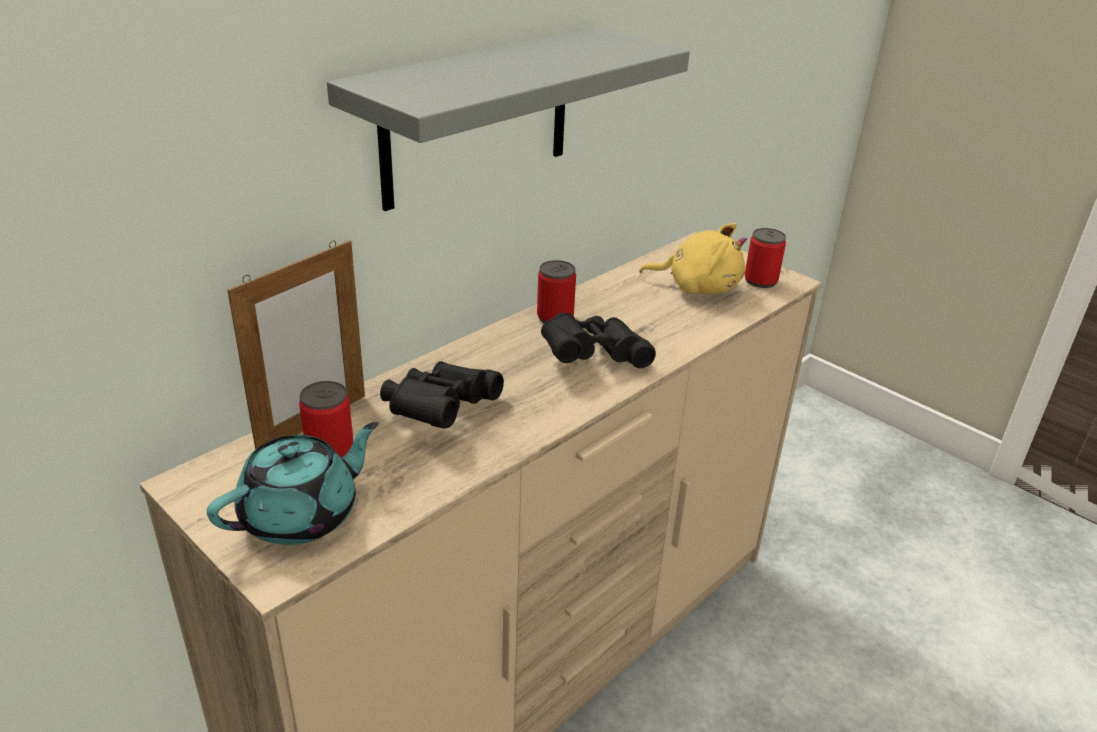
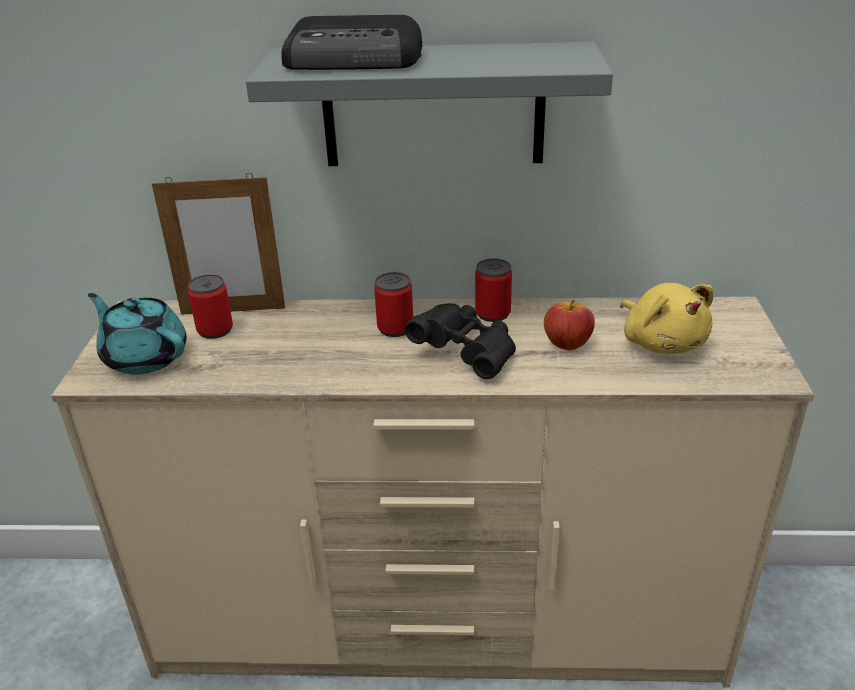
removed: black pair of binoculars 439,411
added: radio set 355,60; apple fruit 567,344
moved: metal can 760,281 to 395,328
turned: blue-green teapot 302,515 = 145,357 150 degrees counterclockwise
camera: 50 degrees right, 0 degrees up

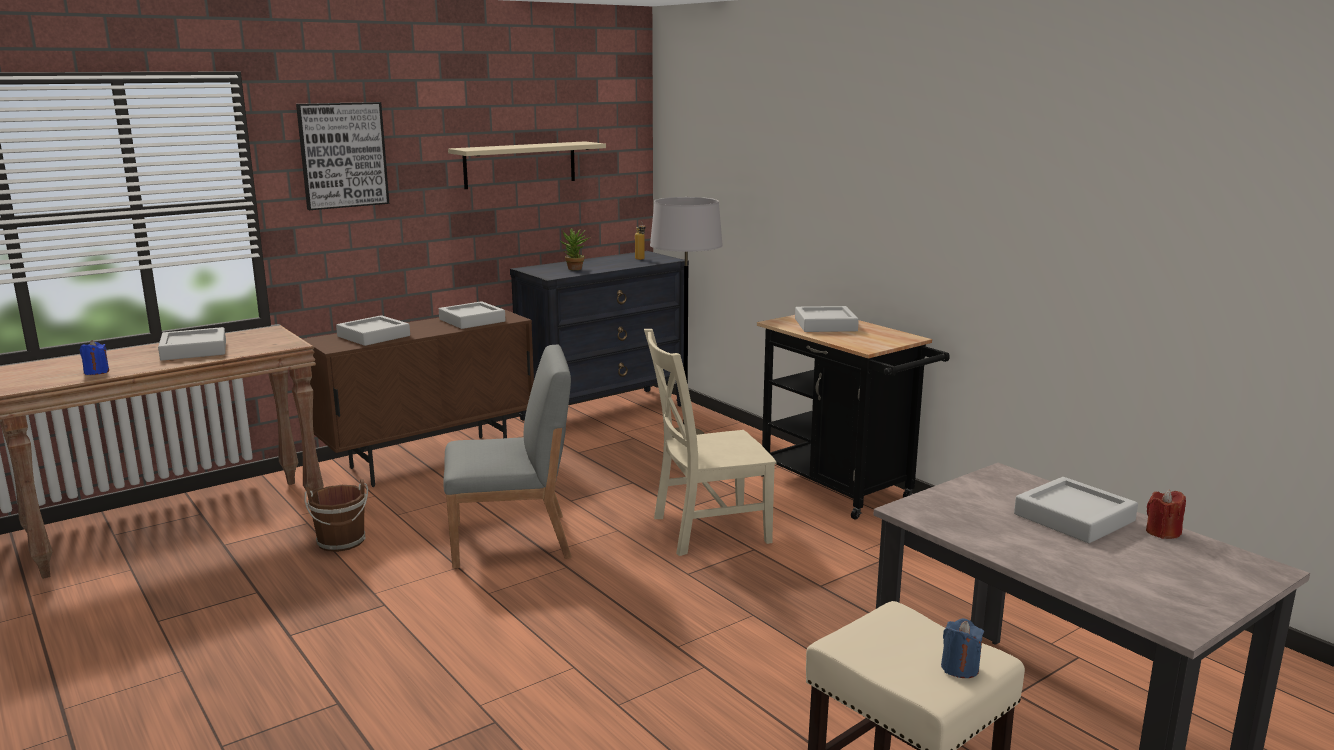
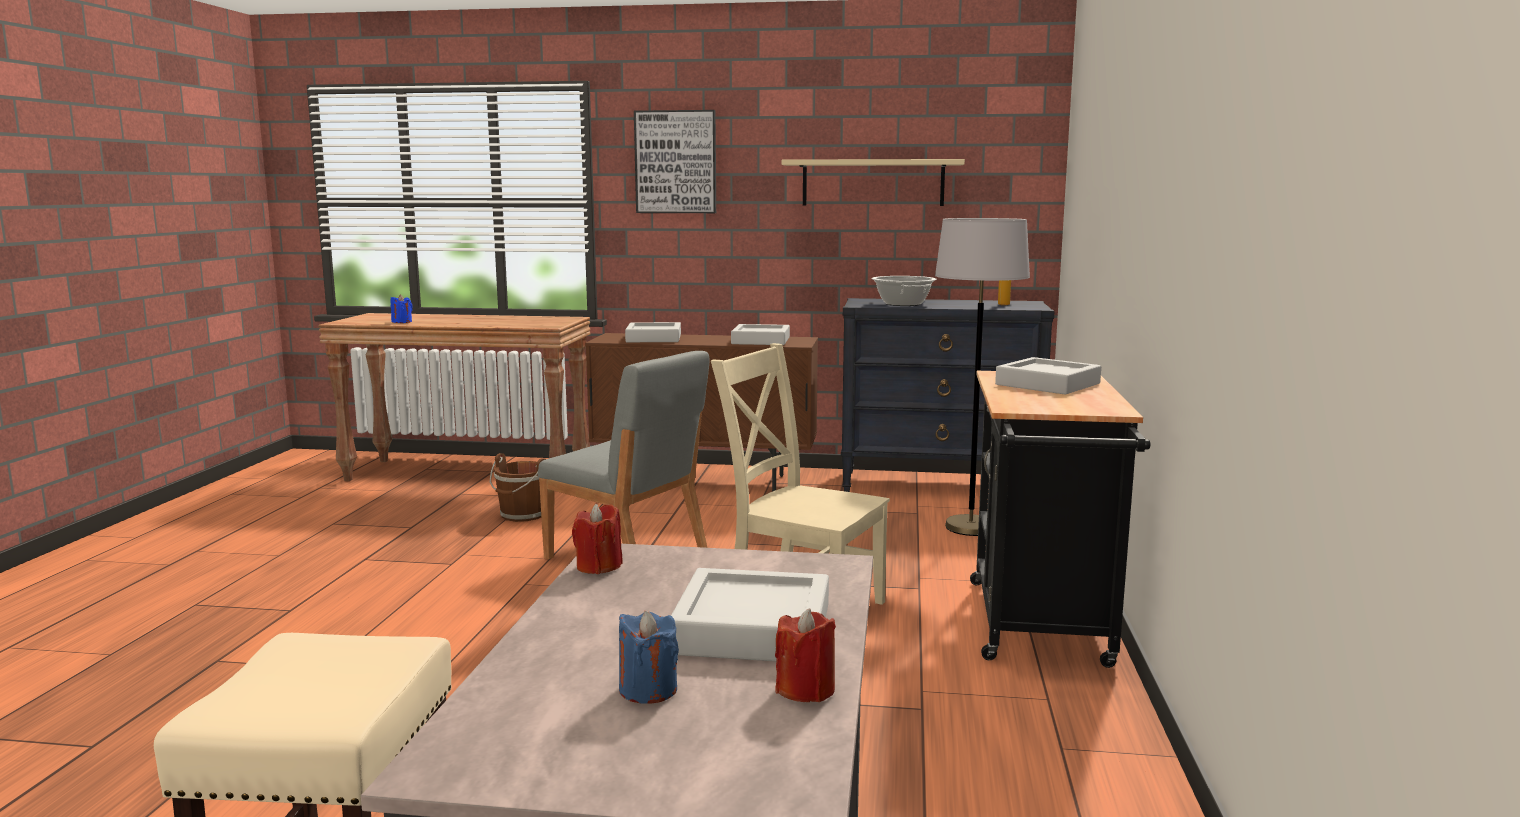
removed: gray tray 194,350
added: red wax candle 598,566
moved: blue-coloured wax candle 960,668 to 648,690
replaced: plant in a pot 575,269 to stockpot 902,304
camera: 45 degrees right, 5 degrees down

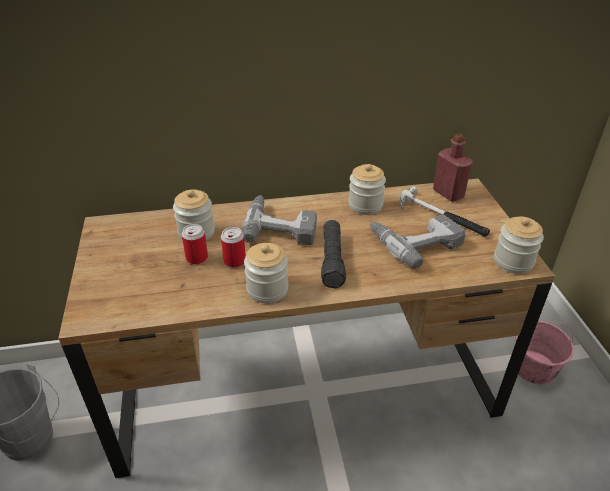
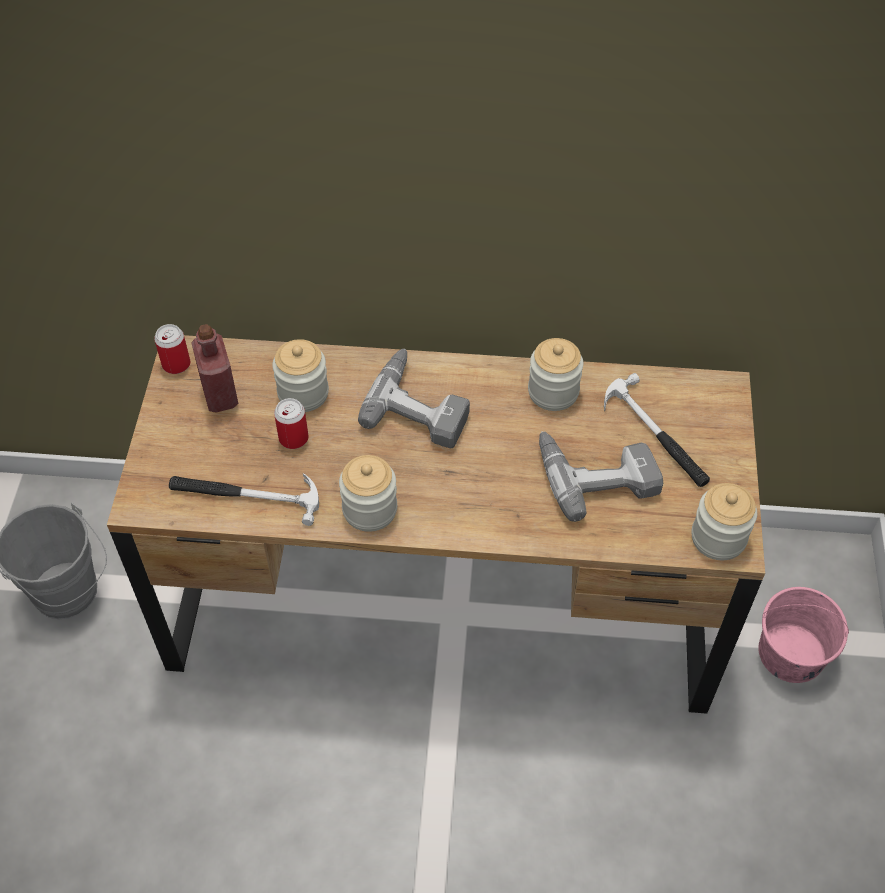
removed: black torch 332,260
added: hammer 245,495
moved: red beverage bottle 448,193 to 220,395; metal can 234,261 to 176,364
camera: 15 degrees right, 15 degrees up

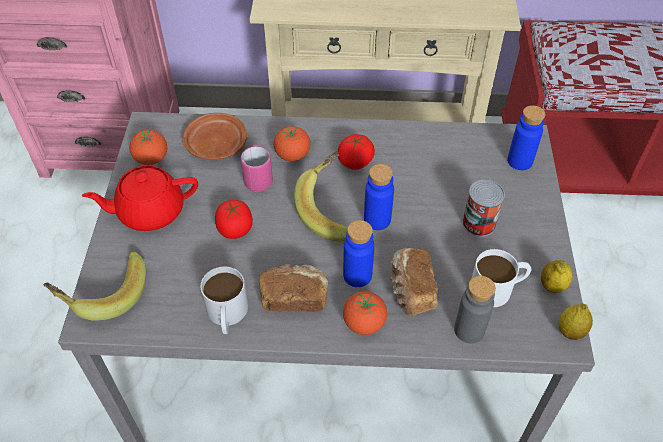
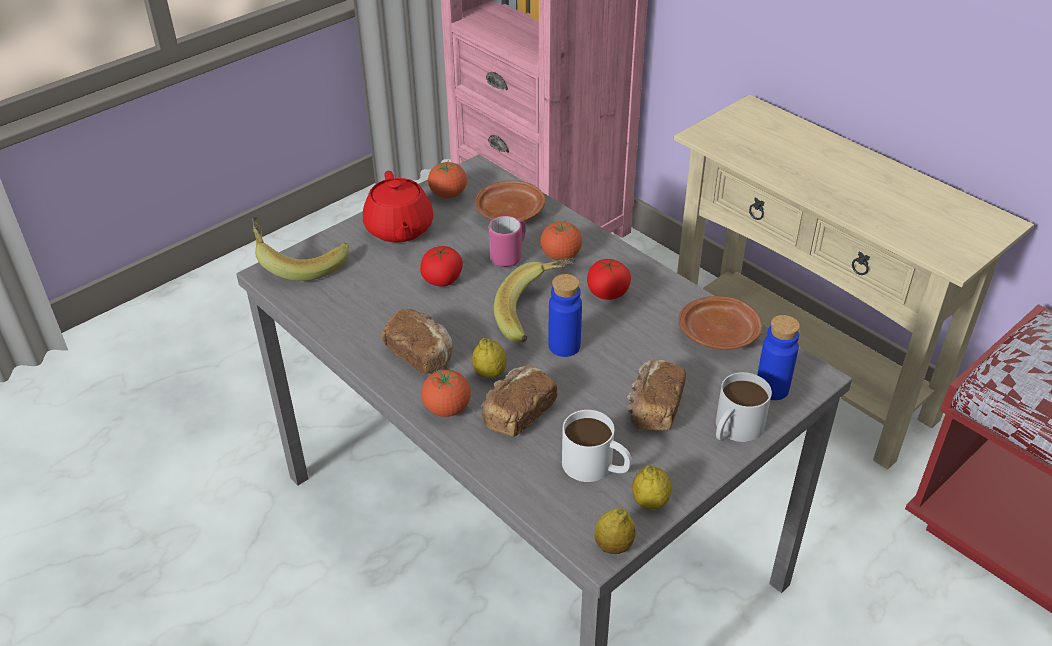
removed: gray beverage bottle 469,330
added: brown-coloured plate 719,334
moved: white mug 227,315 to 734,429
replaced: metal can 479,223 to bread 653,408; blue-coloured beverage bottle 357,275 to lemon 490,373
turned: red teapot 150,211 = 399,229 135 degrees counterclockwise
camera: 45 degrees right, 10 degrees down

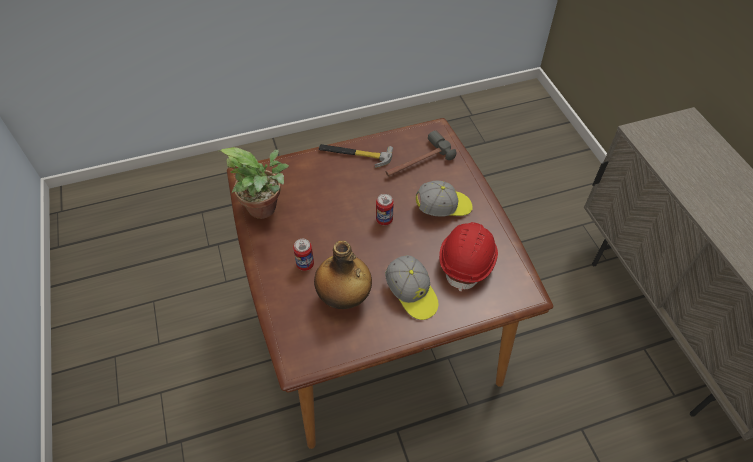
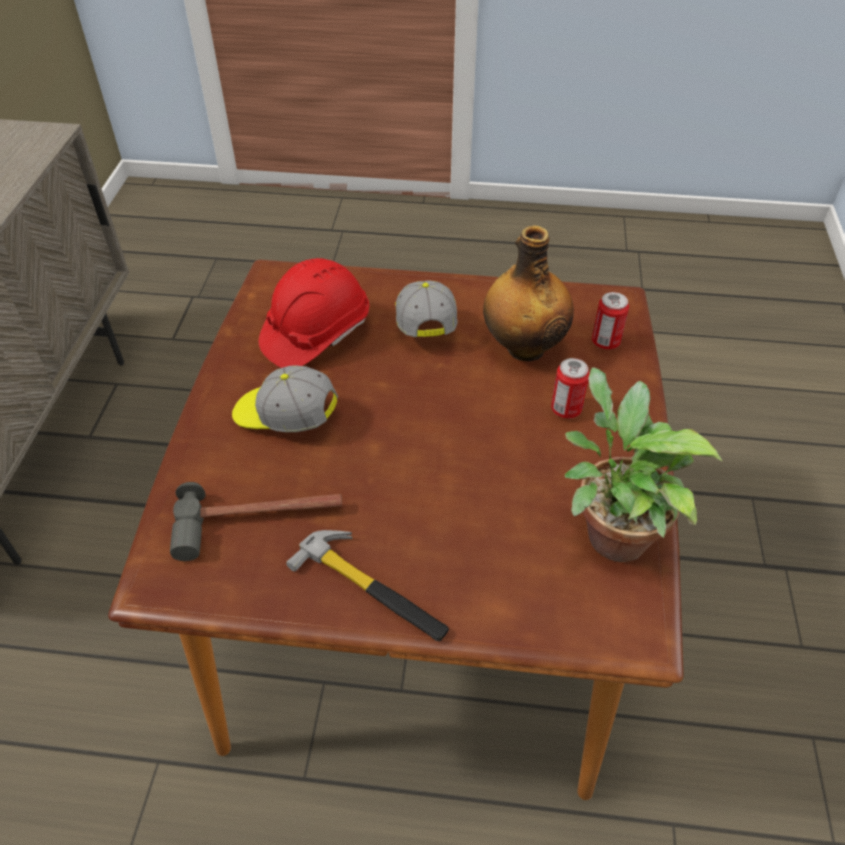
moved: metal can 384,220 to 605,342
camera: 155 degrees left, 5 degrees down

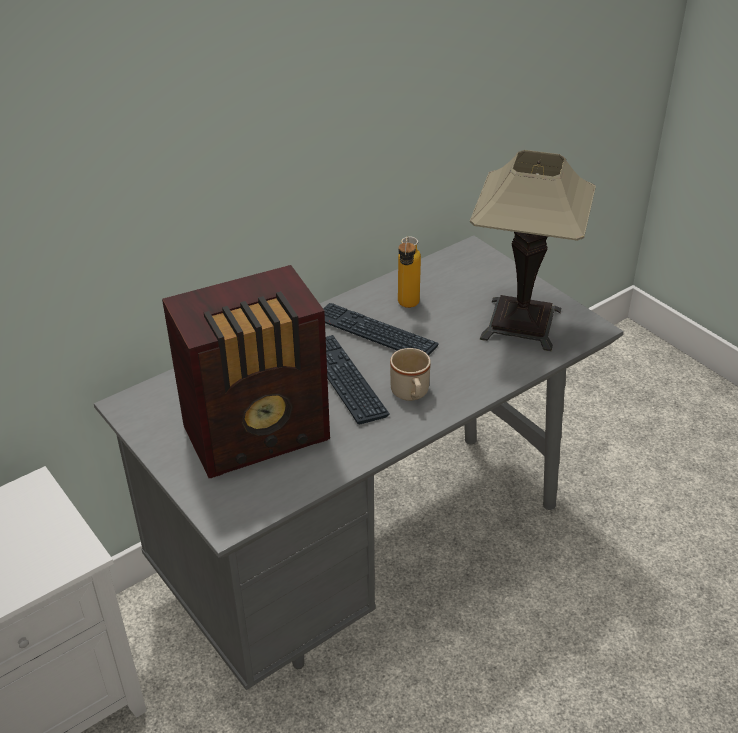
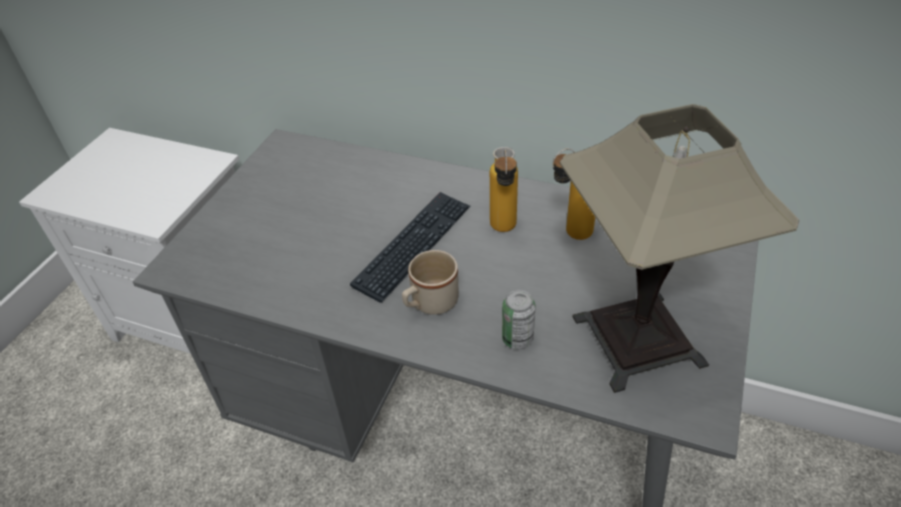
removed: radio set 260,435
added: metal can 517,339
replaced: PC keyboard 374,333 to beverage bottle 503,232
camera: 60 degrees right, 5 degrees up

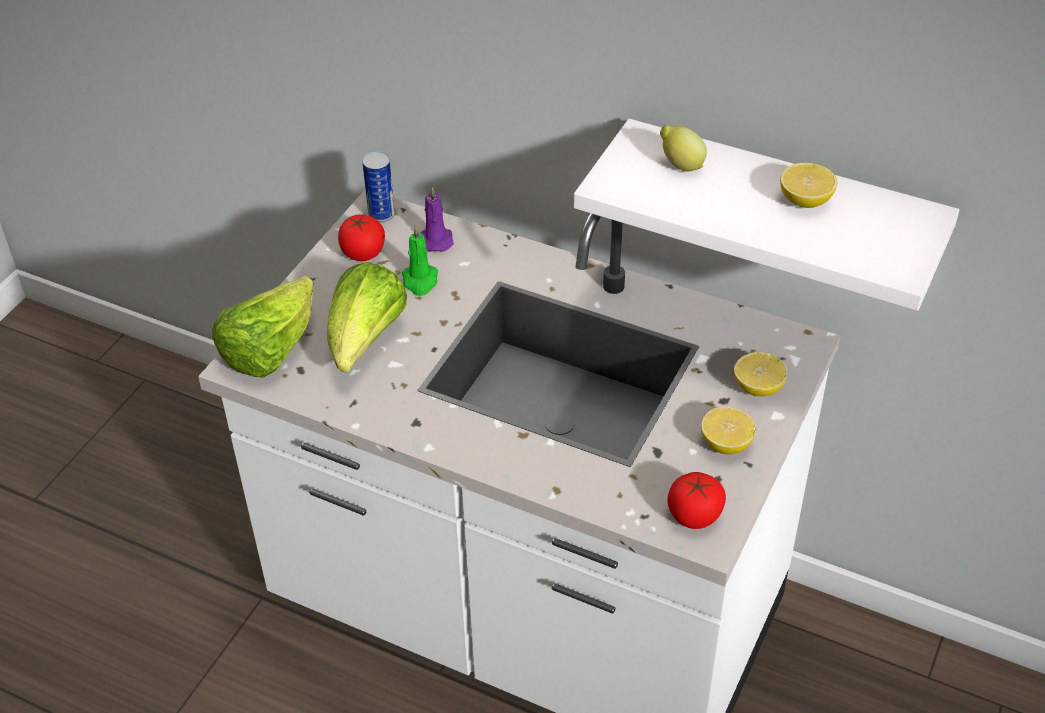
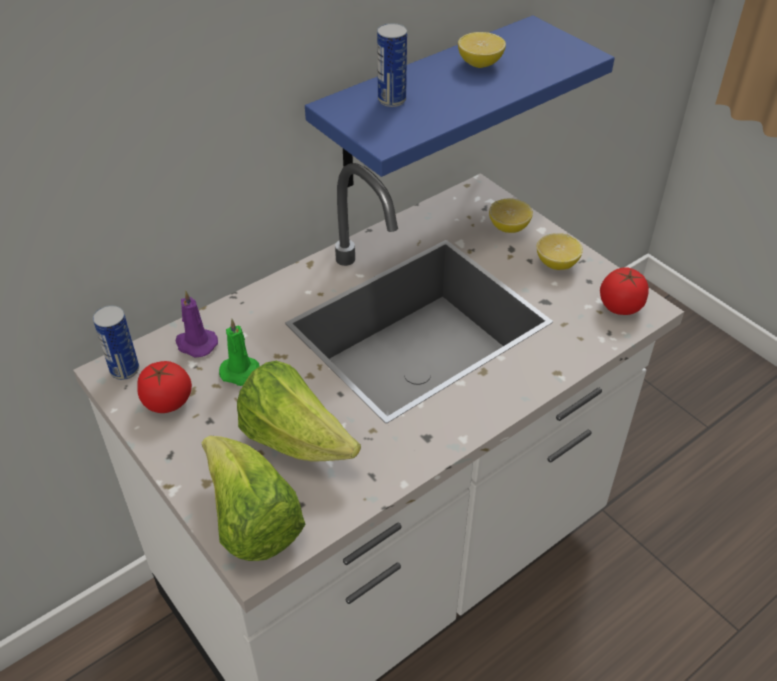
replaced: lemon 680,165 to metal can 391,100
recoloured: white wall shelf 780,211 to blue-coloured wall shelf 424,105
camera: 65 degrees left, 0 degrees up

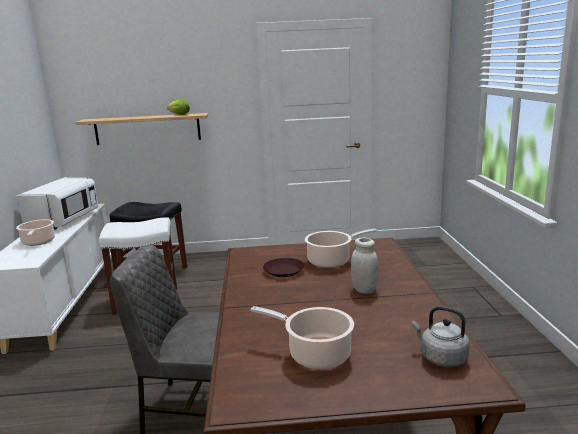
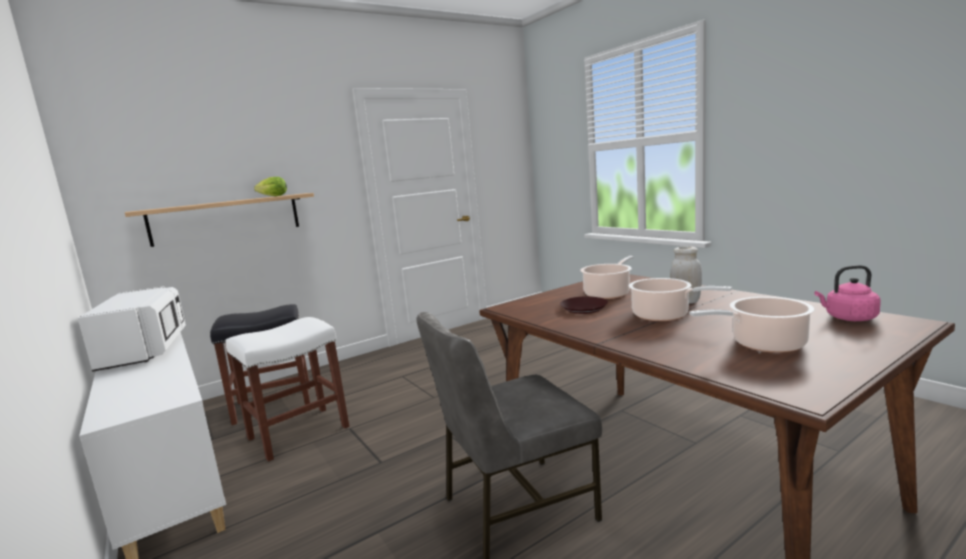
moved: stockpot 38,242 to 664,316
recoloured: gray kettle 441,358 to pinkish kettle 848,318
camera: 30 degrees left, 5 degrees down

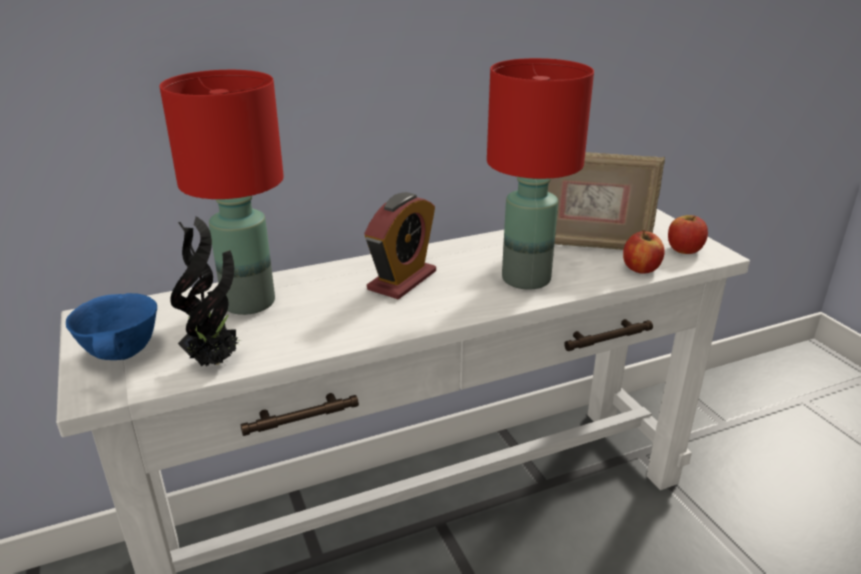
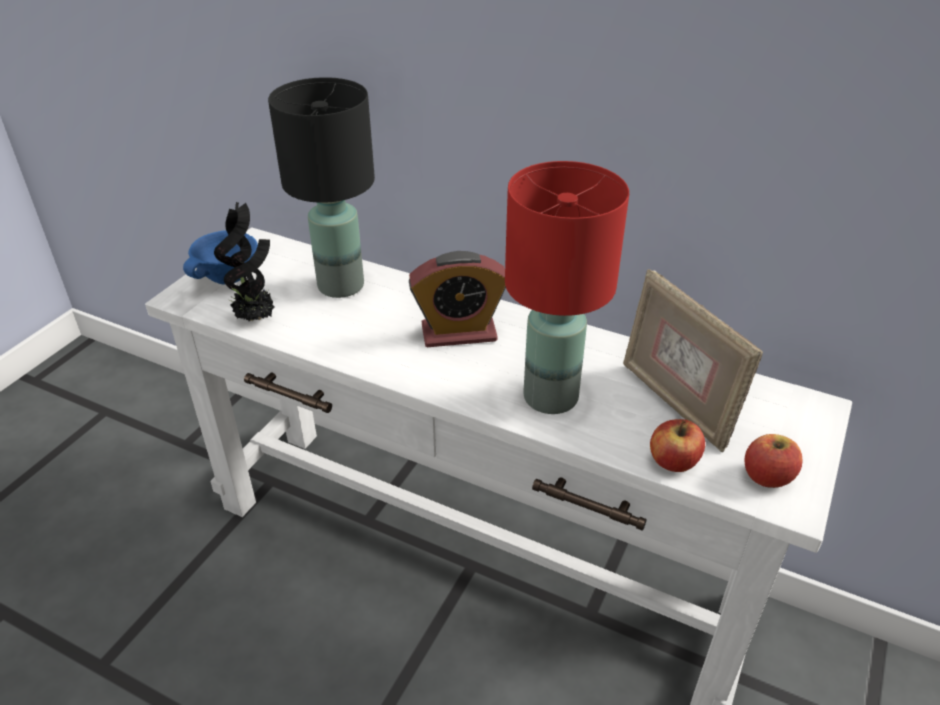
recoloured: red lamp for a table 247,302 to black lamp for a table 340,285
camera: 50 degrees right, 10 degrees up

